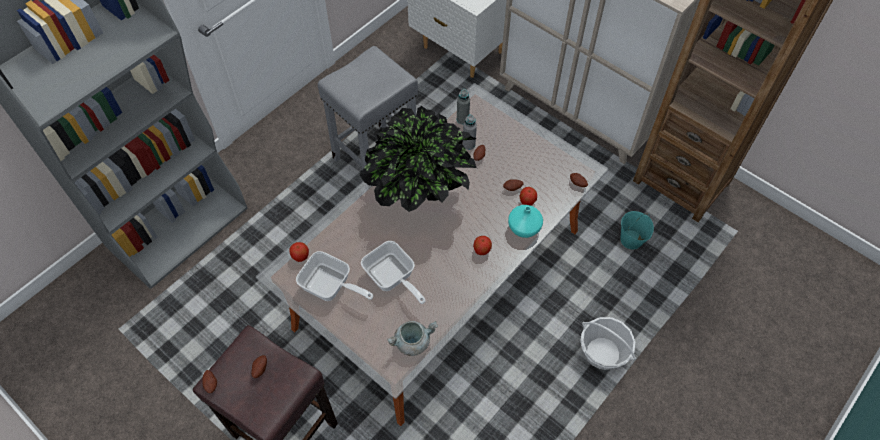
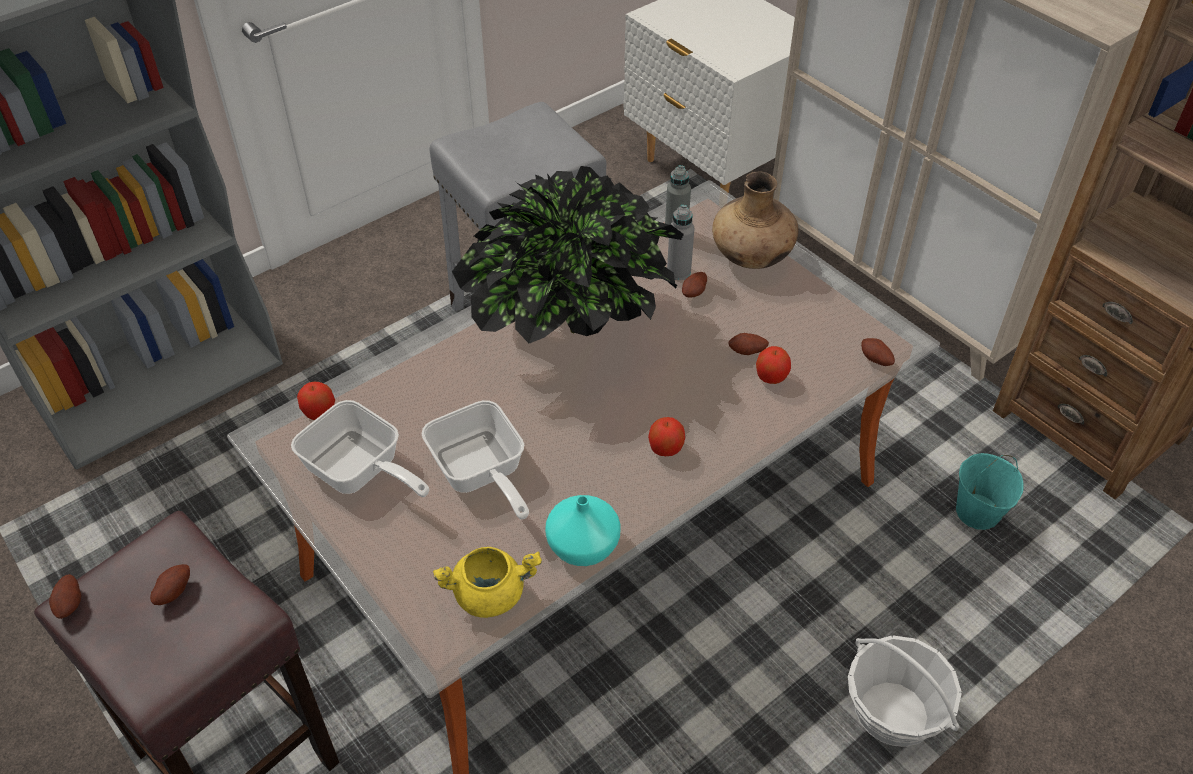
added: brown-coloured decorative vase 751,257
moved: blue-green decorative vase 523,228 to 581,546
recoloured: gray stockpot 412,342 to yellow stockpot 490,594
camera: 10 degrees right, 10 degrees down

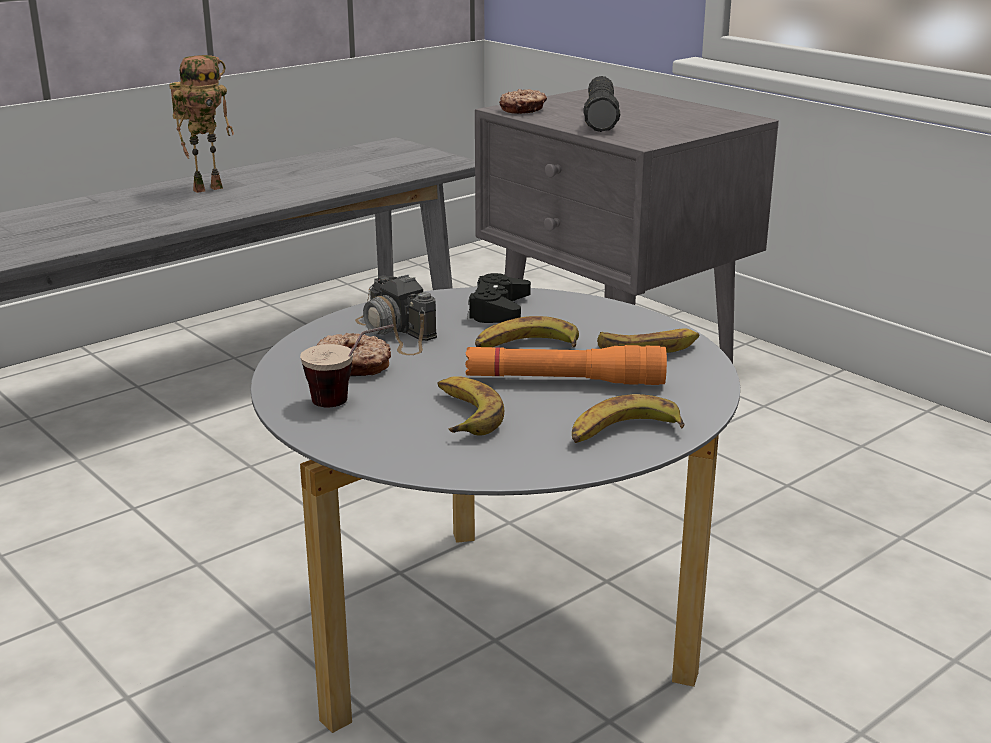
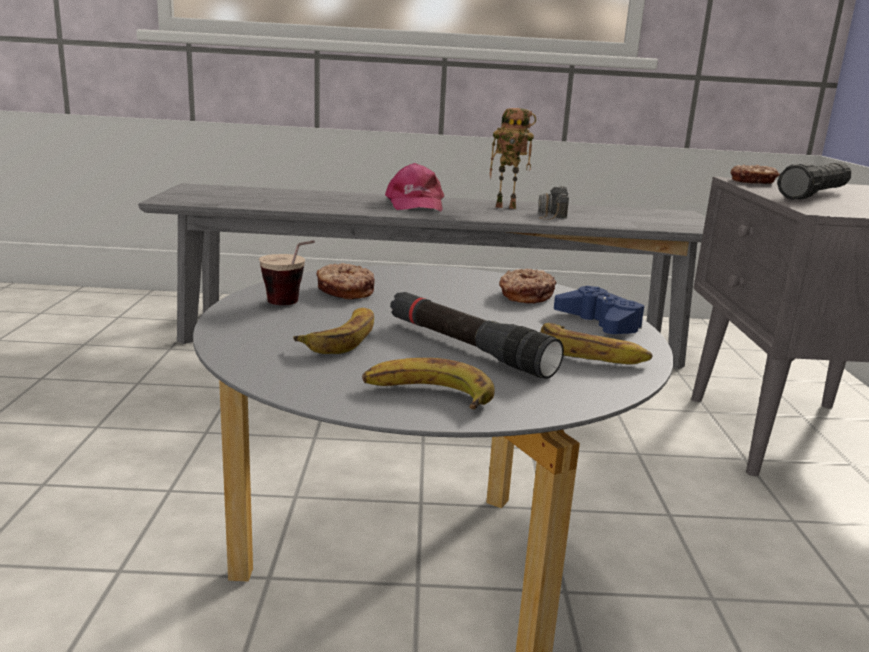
removed: banana 526,347
added: pinkish cap 414,204; blue-coloured joypad 599,322
moved: photo camera 396,332 to 551,214
replaced: black joypad 498,310 to donut 525,295
recoloured: orangey torch 564,381 to black torch 467,347
camera: 40 degrees right, 5 degrees down

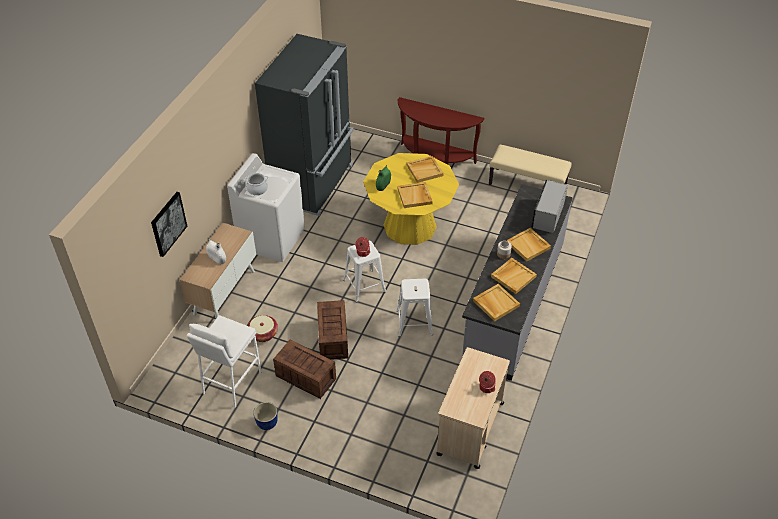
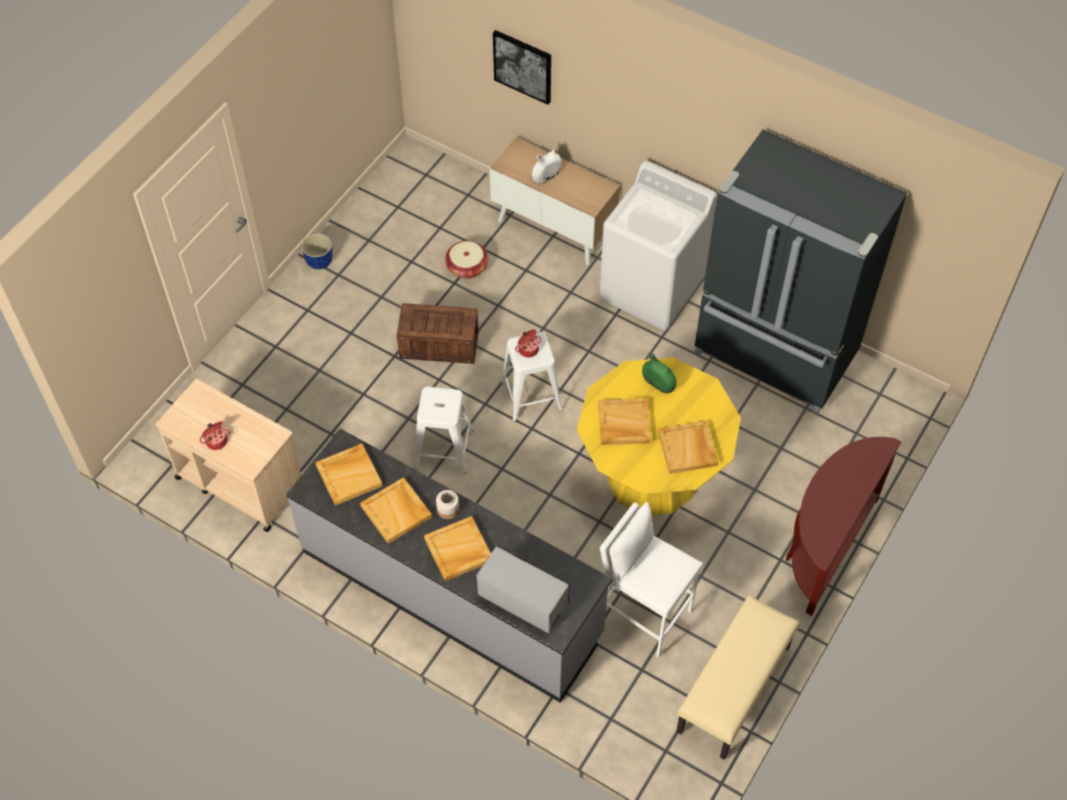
removed: stockpot 257,189; packing crate 305,377
moved: white sitting stool 231,382 to 643,614
camera: 100 degrees right, 10 degrees up

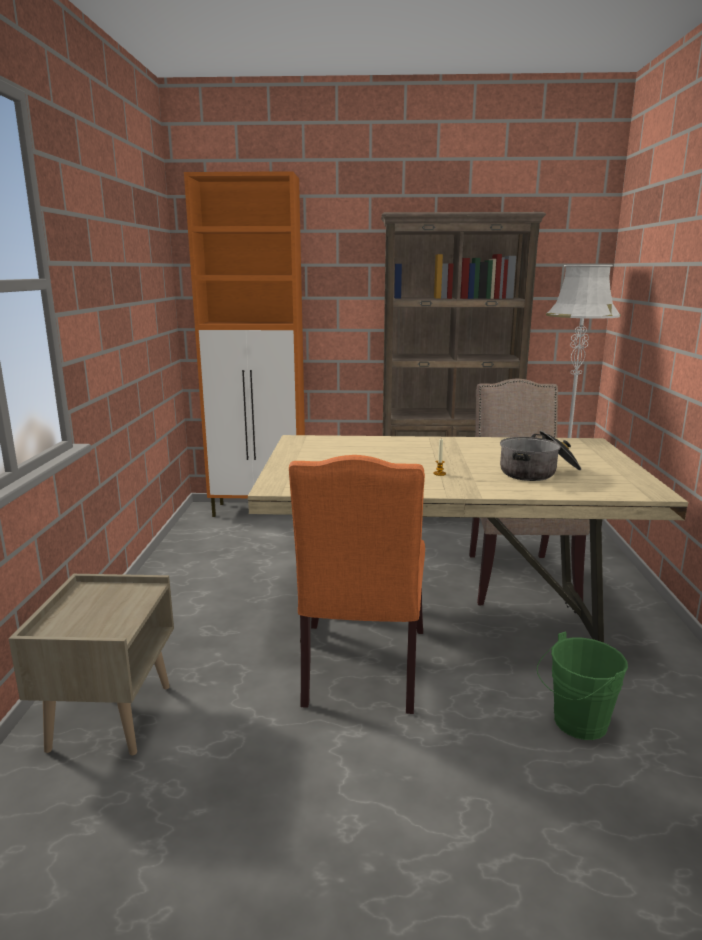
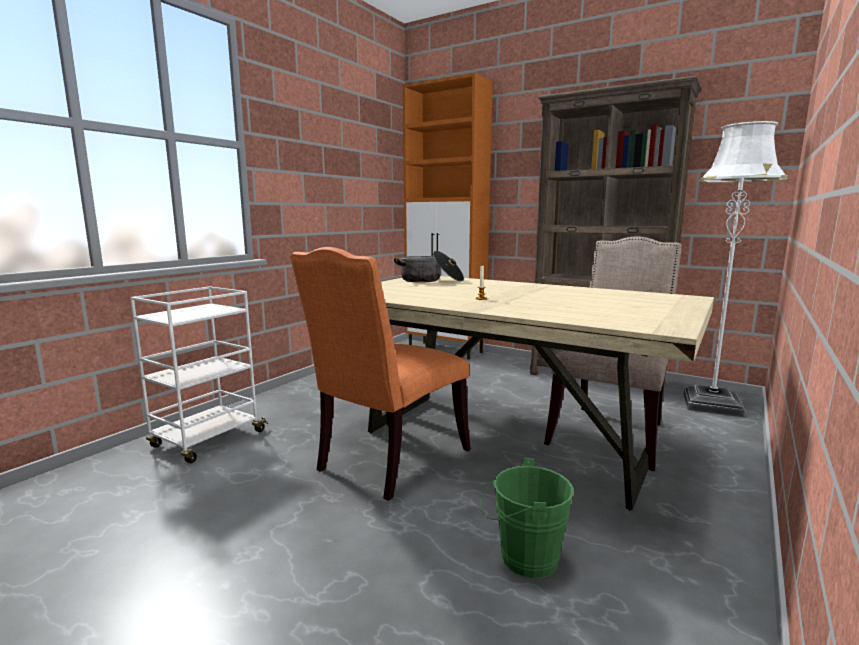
moved: stockpot 538,472 to 430,280
replaced: beige-coloured night table 110,716 to white trolley 207,440
camera: 30 degrees right, 5 degrees down

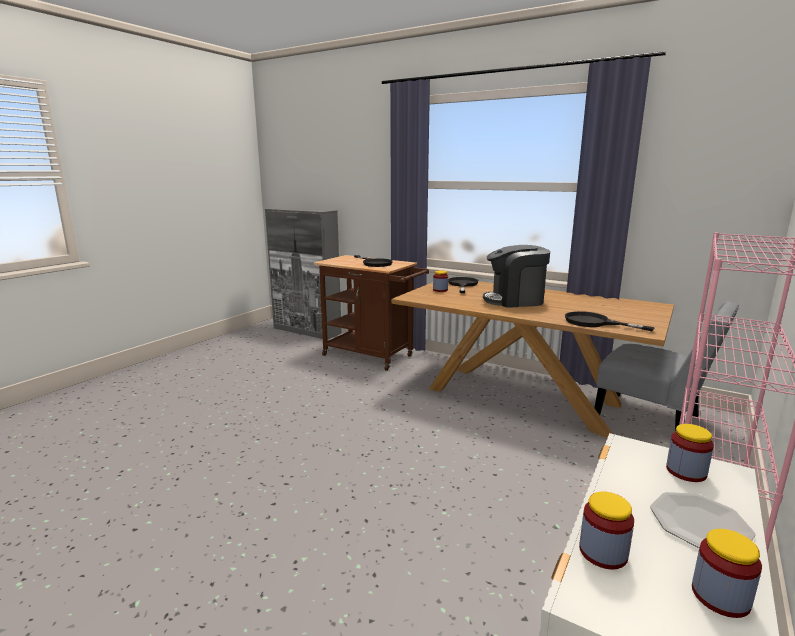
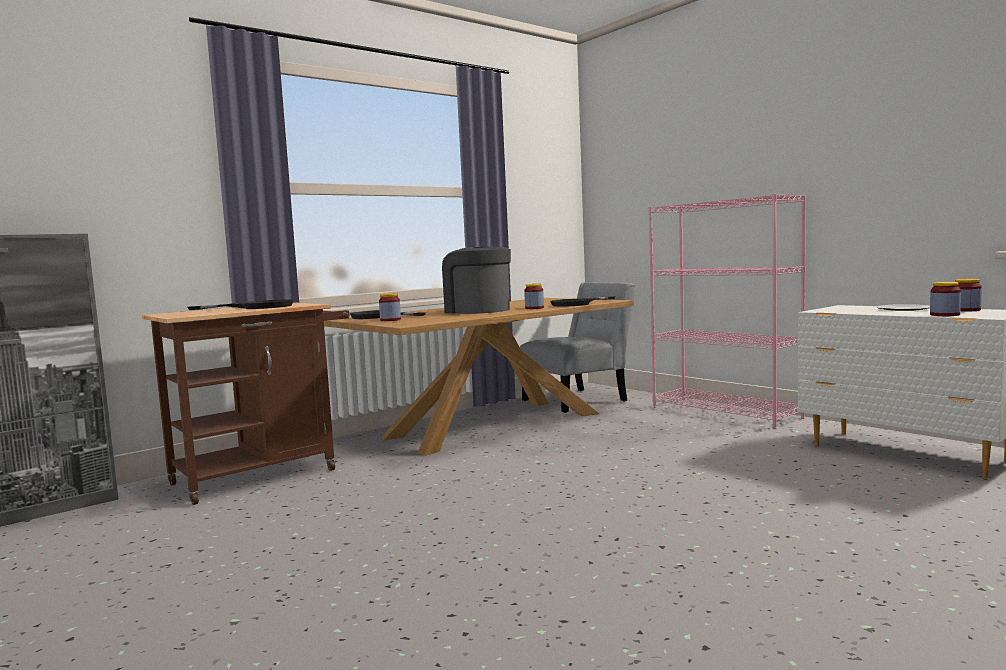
moved: preserve jar 686,471 to 534,308
turned: coffee brewer 515,300 = 477,310 120 degrees clockwise
camera: 70 degrees left, 10 degrees down

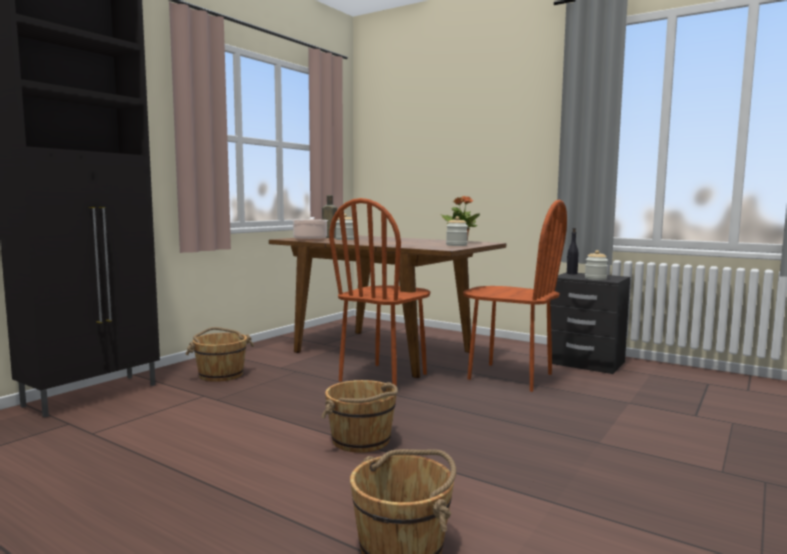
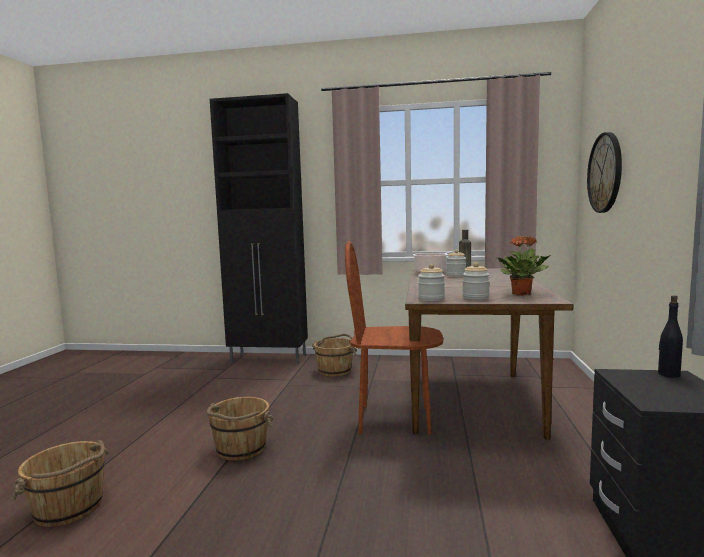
removed: brown-coloured chair 510,377
added: hanging clock 605,173
moved: preserve jar 595,278 to 431,299
camera: 65 degrees right, 0 degrees up

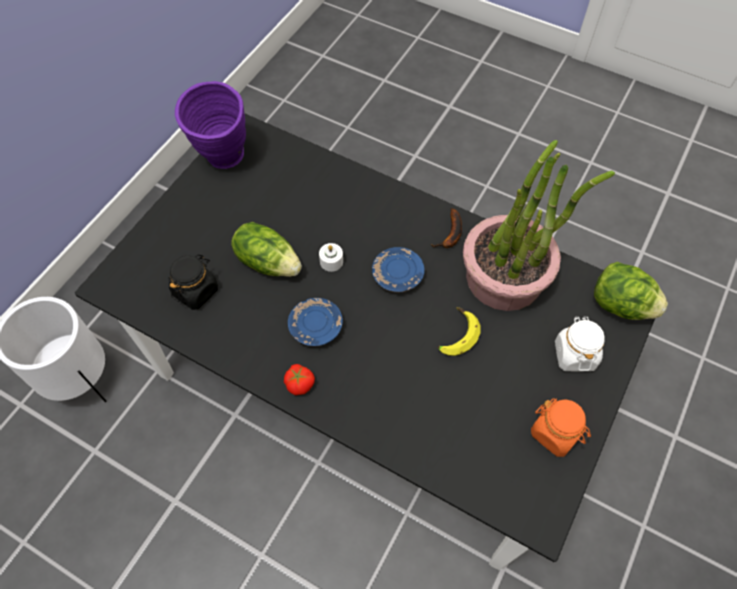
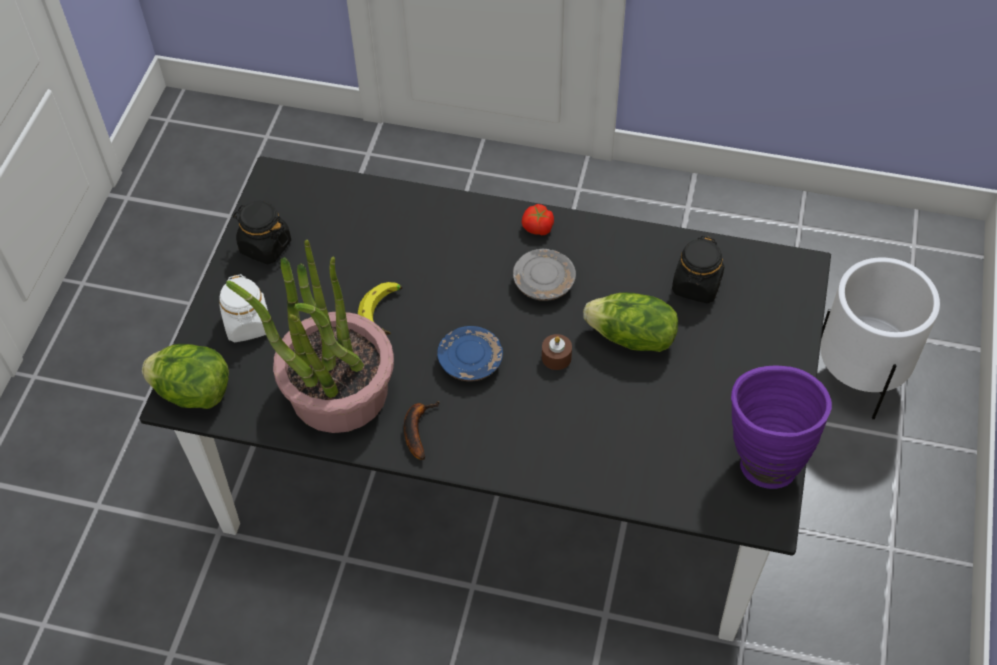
recoloured: white wax candle 331,261 to brown-coloured wax candle 556,357; blue-coloured plate 315,327 to gray plate 544,282; orangey preserve jar 555,433 to black preserve jar 265,246
camera: 165 degrees right, 5 degrees down

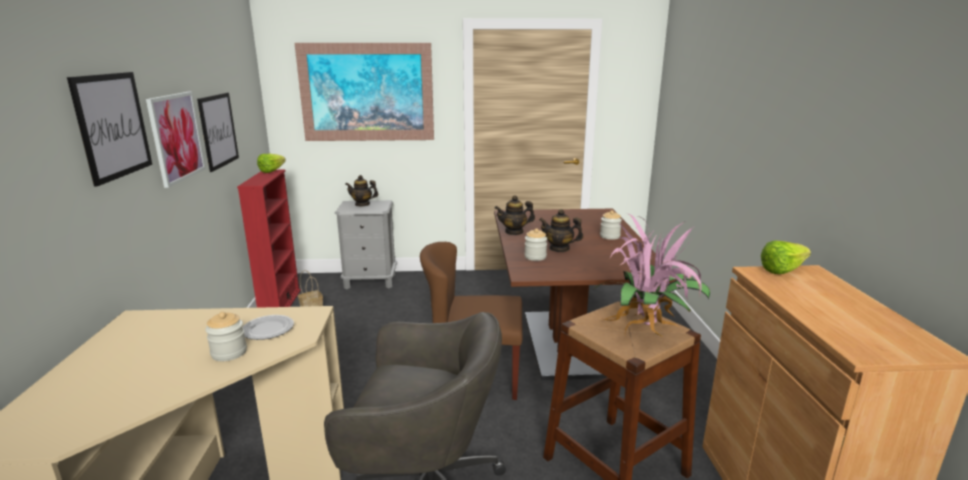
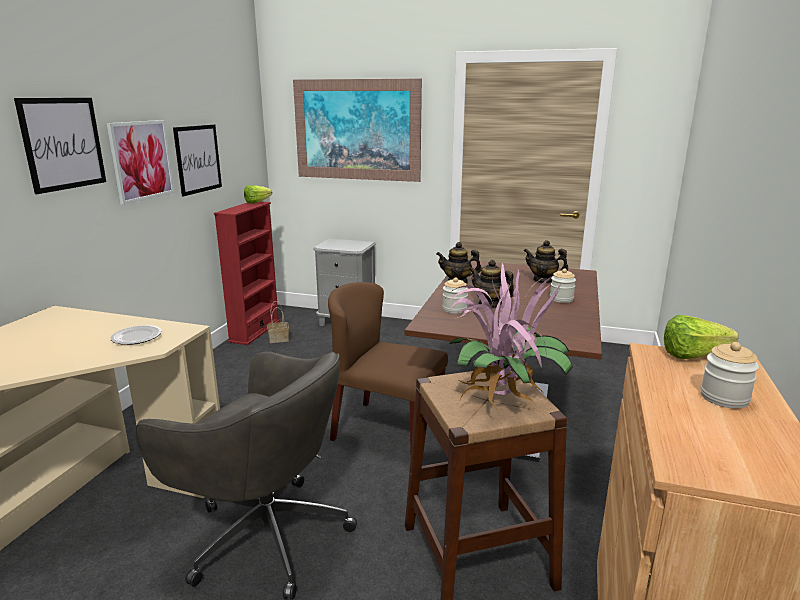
moved: teapot 362,204 to 543,280; preserve jar 229,353 to 724,398
camera: 20 degrees right, 0 degrees up

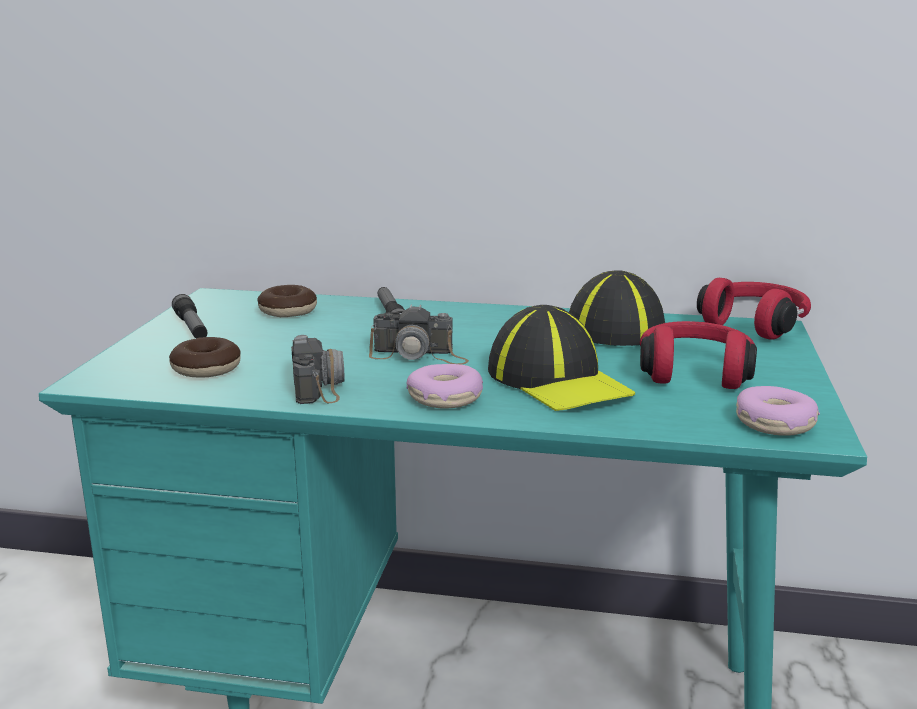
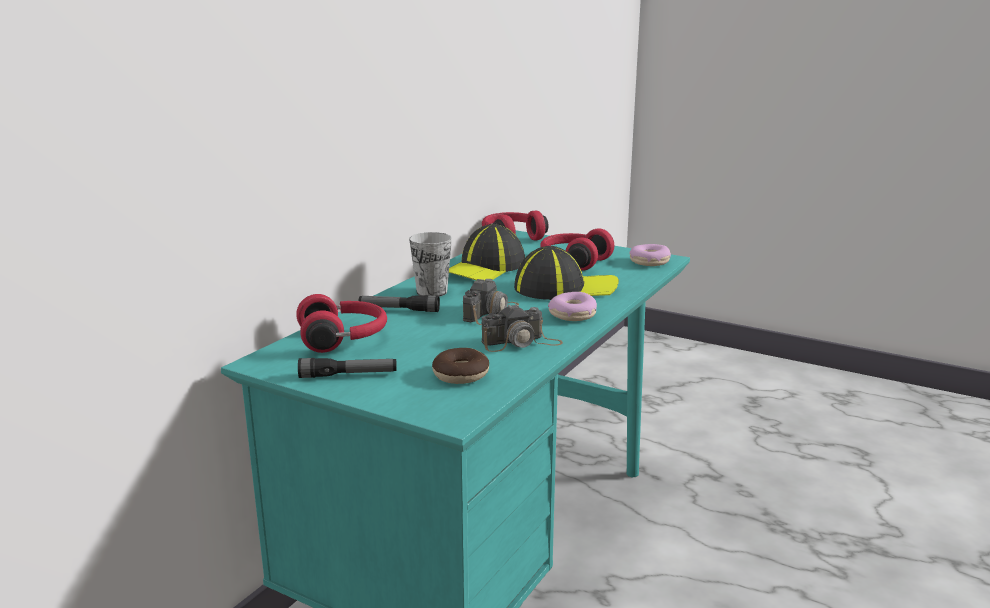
added: drinking cup 432,292
replaced: donut 288,311 to red headphones 344,339
turned: photo camera 320,383 = 521,343 150 degrees clockwise
camera: 70 degrees left, 0 degrees up

